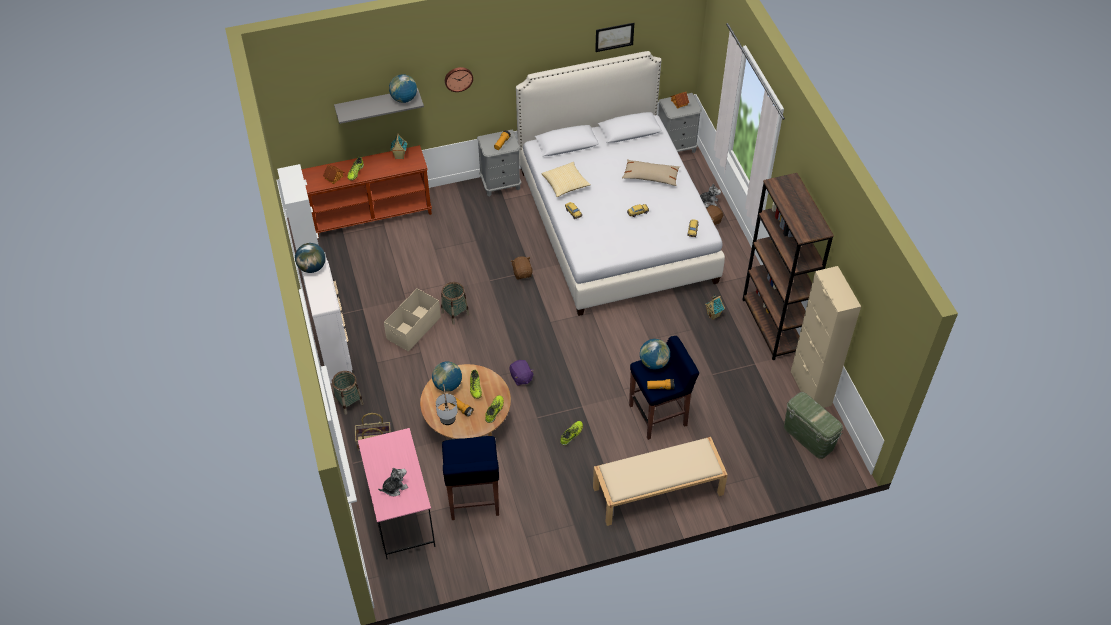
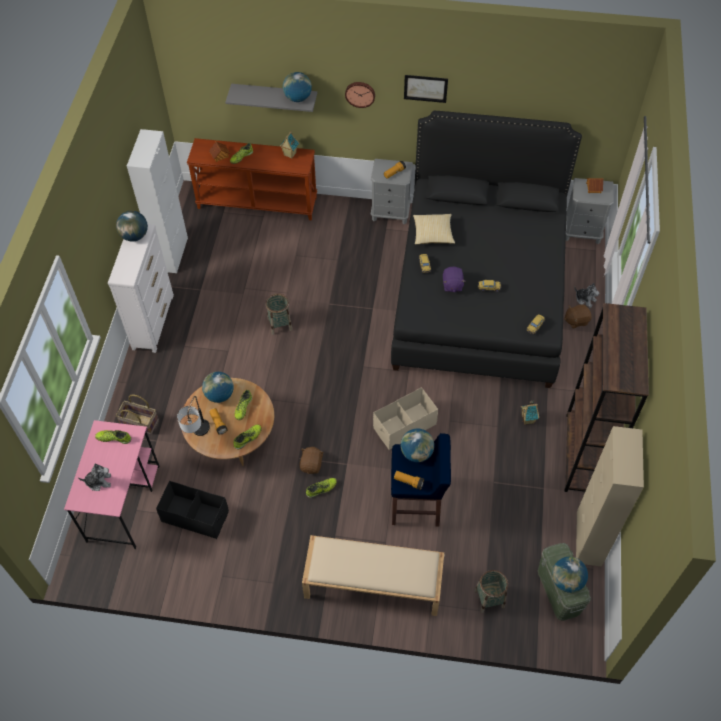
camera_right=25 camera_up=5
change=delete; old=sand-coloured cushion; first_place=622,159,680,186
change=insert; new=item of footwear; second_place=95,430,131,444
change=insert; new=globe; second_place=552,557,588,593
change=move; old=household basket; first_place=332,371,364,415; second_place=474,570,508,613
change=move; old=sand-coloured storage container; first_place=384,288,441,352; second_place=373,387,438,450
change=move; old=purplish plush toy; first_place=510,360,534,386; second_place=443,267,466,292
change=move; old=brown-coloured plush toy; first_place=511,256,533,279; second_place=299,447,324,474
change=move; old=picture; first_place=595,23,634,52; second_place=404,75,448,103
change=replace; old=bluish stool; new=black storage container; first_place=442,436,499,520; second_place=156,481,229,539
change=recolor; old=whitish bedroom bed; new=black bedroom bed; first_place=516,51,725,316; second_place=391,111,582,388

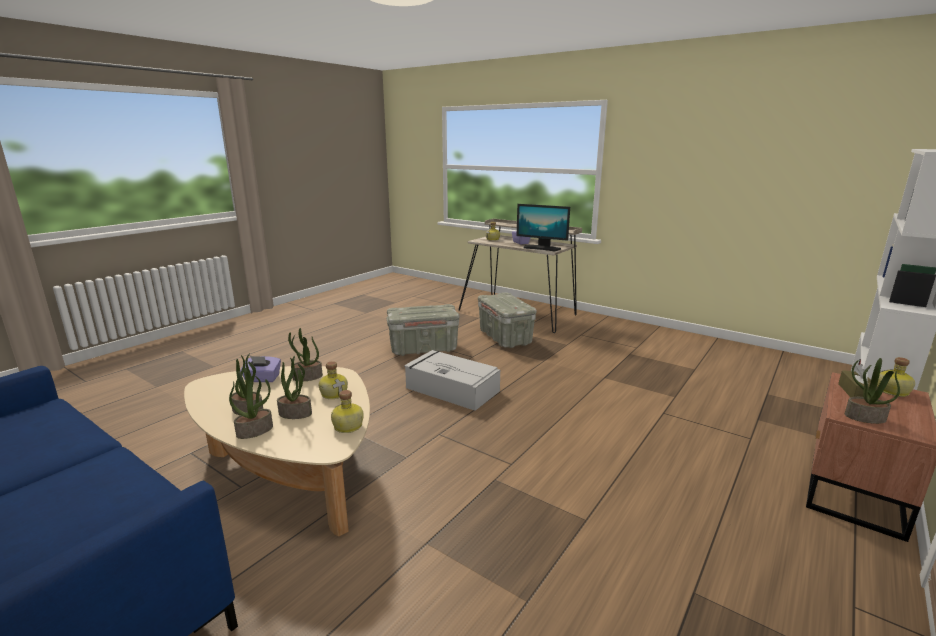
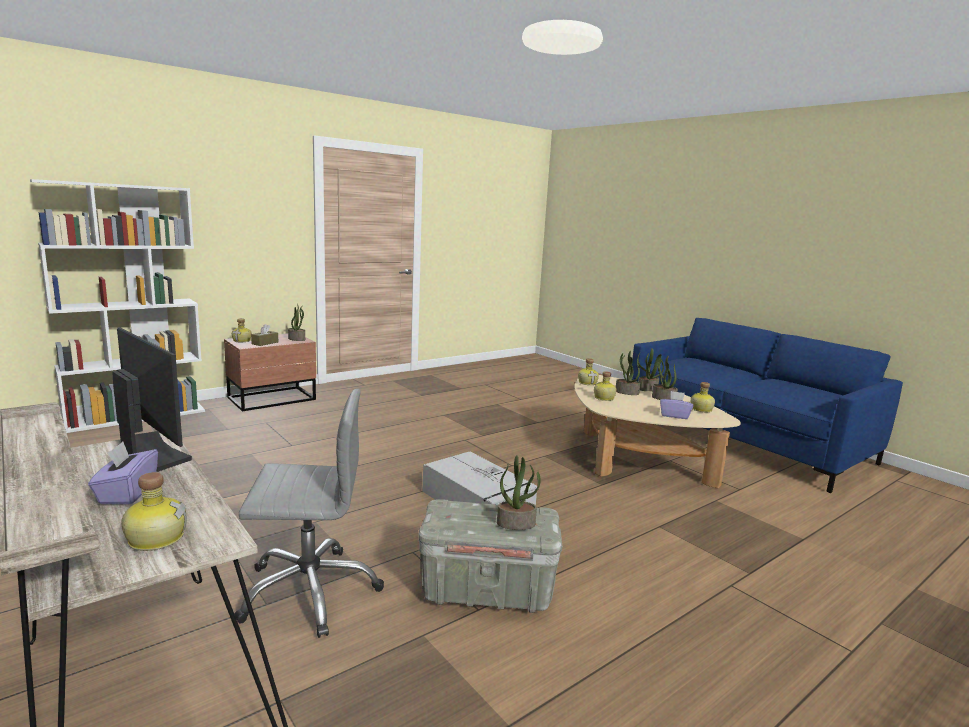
camera_right=-165 camera_up=-5
change=insert; new=drink bottle; second_place=691,382,715,412
change=move; old=plant in a pot; first_place=288,328,323,381; second_place=497,455,541,530
change=replace; old=gray storage container; new=gray computer chair; first_place=478,292,537,348; second_place=235,389,384,638

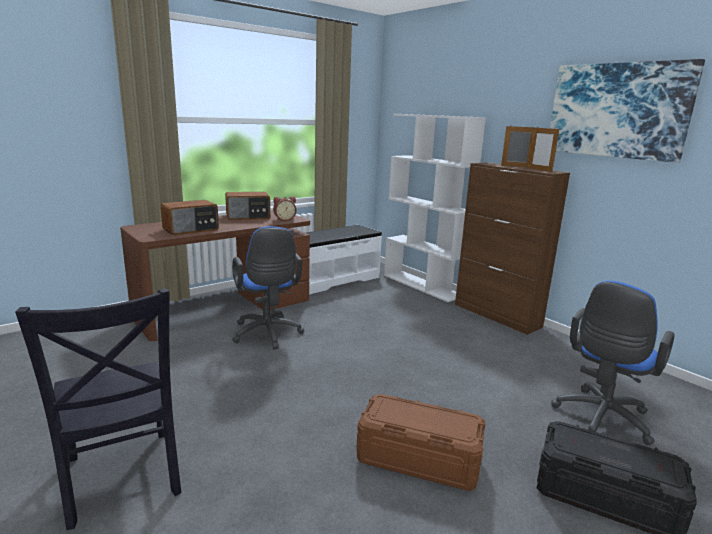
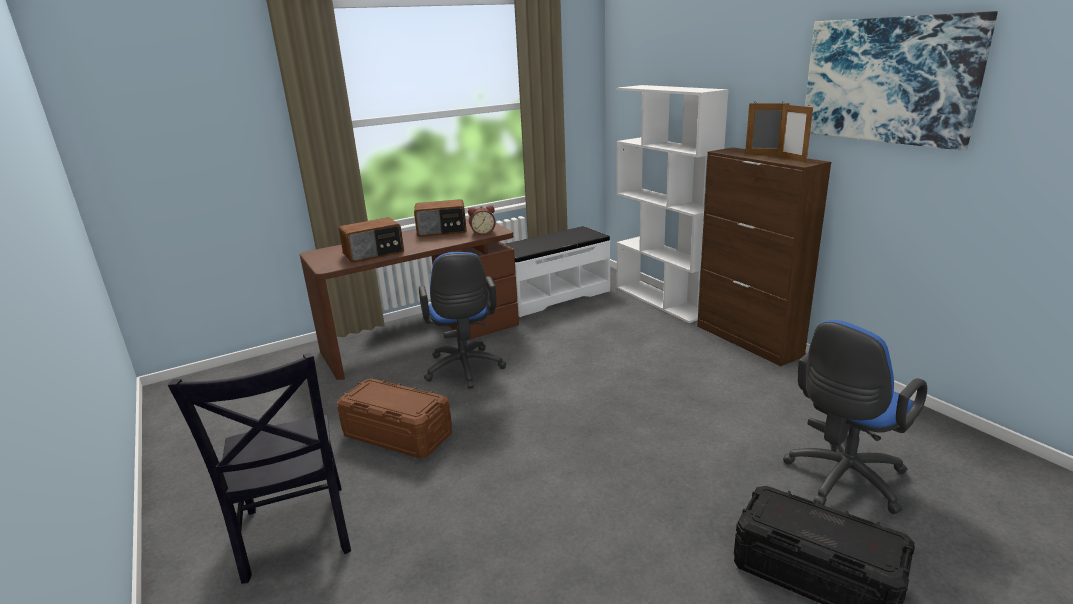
camera_right=10 camera_up=5
change=move; old=brown-coloured storage container; first_place=356,394,485,491; second_place=337,379,452,459

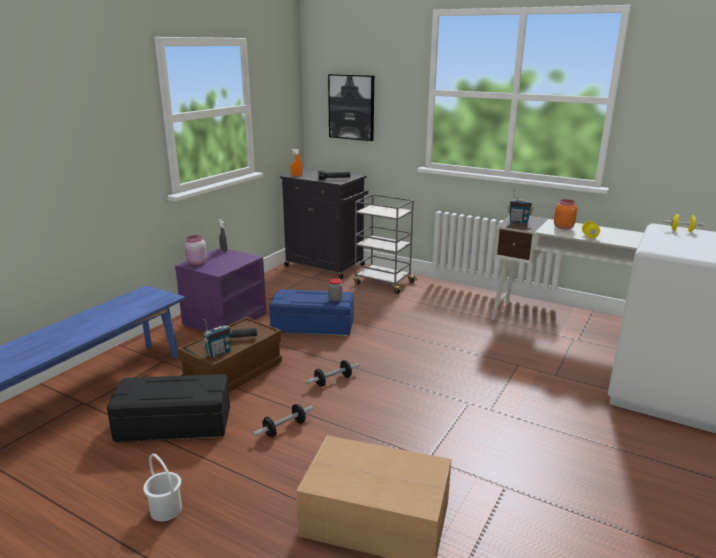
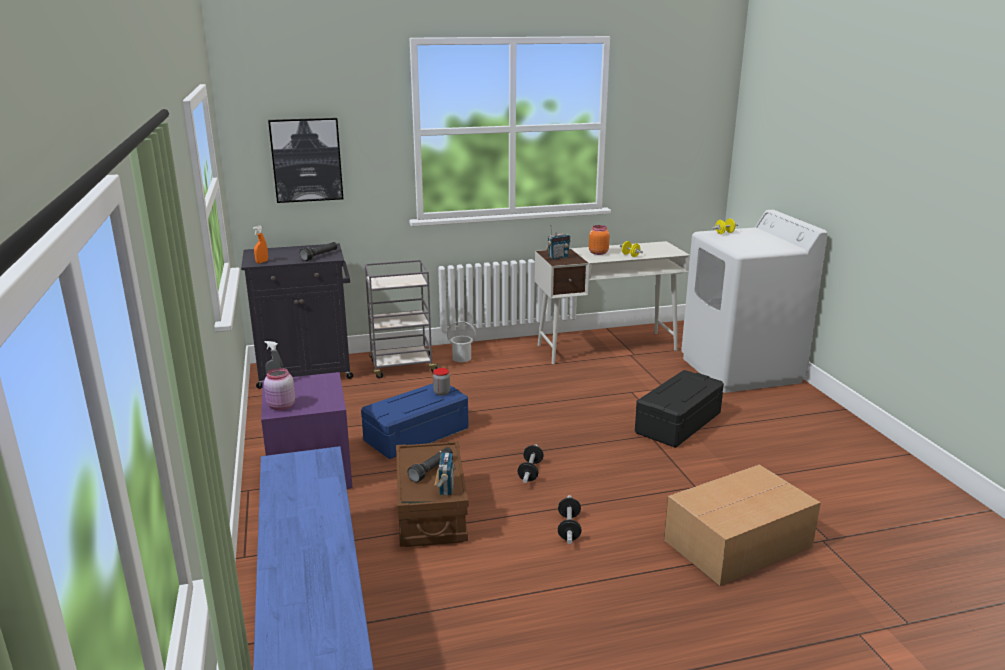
camera_right=-45 camera_up=0
change=move; old=black storage container; first_place=107,374,230,442; second_place=635,370,724,448
change=move; old=whitish water bucket; first_place=143,454,182,522; second_place=447,321,476,362

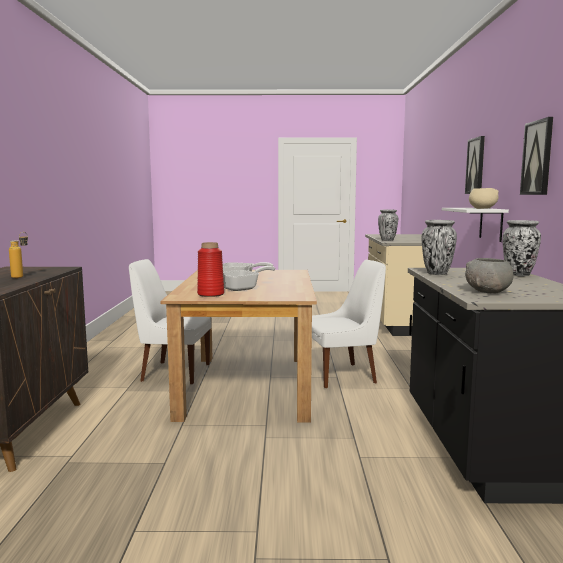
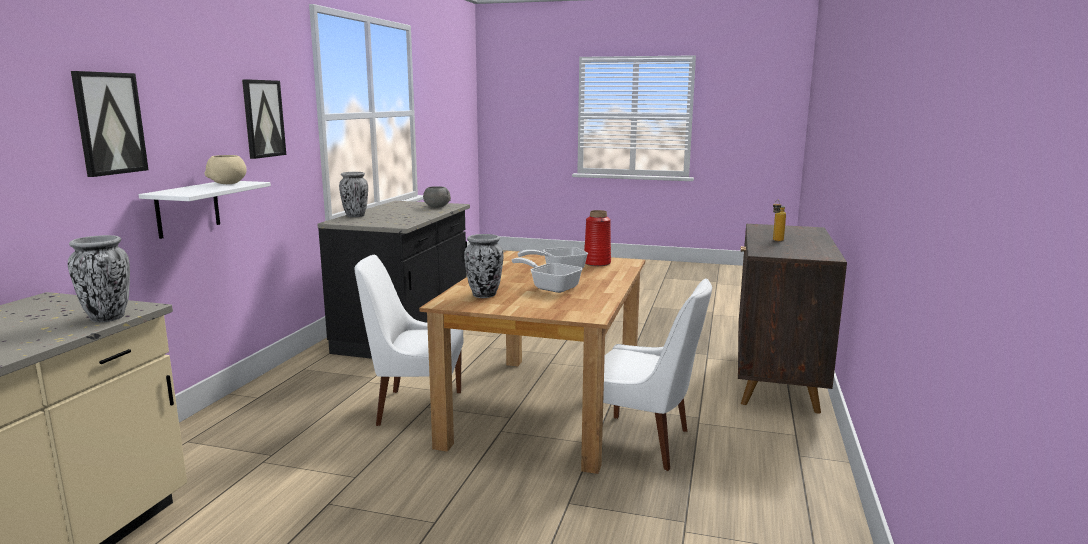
camera_right=-165 camera_up=5
change=move; old=flower vase; first_place=422,220,457,275; second_place=464,234,503,298

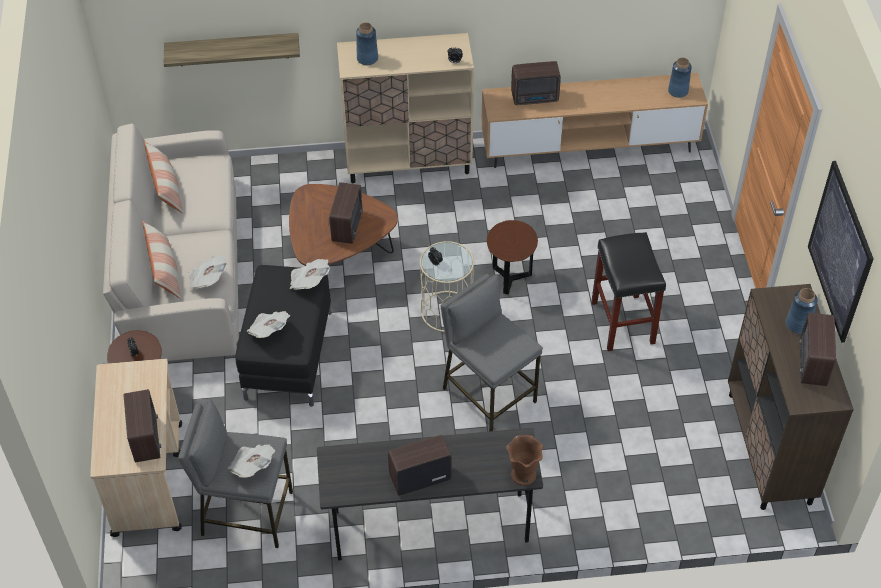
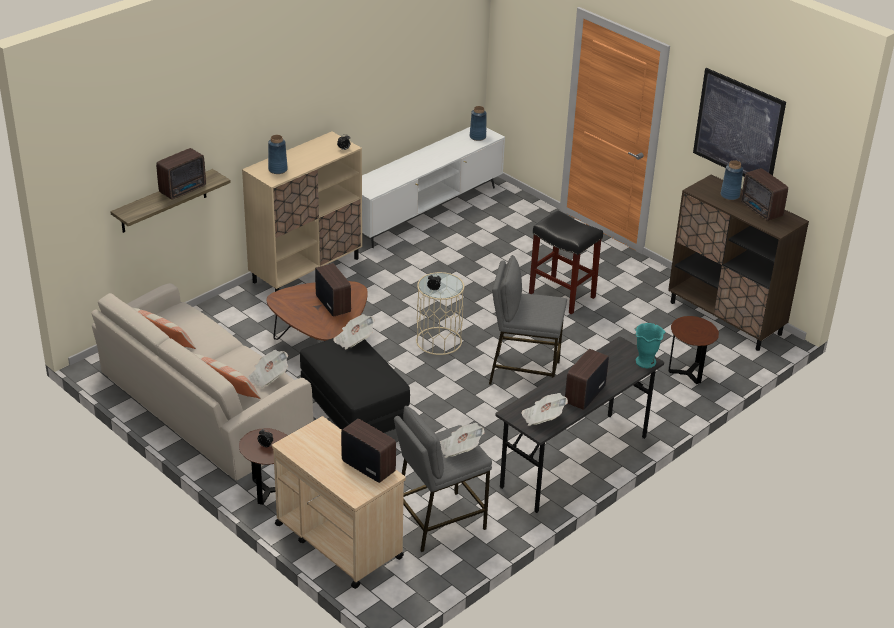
camera_right=-40 camera_up=-15
change=move; old=printed paper; first_place=246,311,290,338; second_place=521,393,568,426
change=move; old=brown-coloured end table; first_place=487,220,538,294; second_place=668,316,719,384
change=move; old=radio receiver; first_place=511,61,561,105; second_place=156,148,206,200
change=recolor; old=brown-coloured media console; new=whitish media console; first_place=481,73,708,168; second_place=362,127,505,248
change=recolor; old=brown-coloured flower vase; new=blue-green flower vase; first_place=506,435,543,486; second_place=635,323,665,368

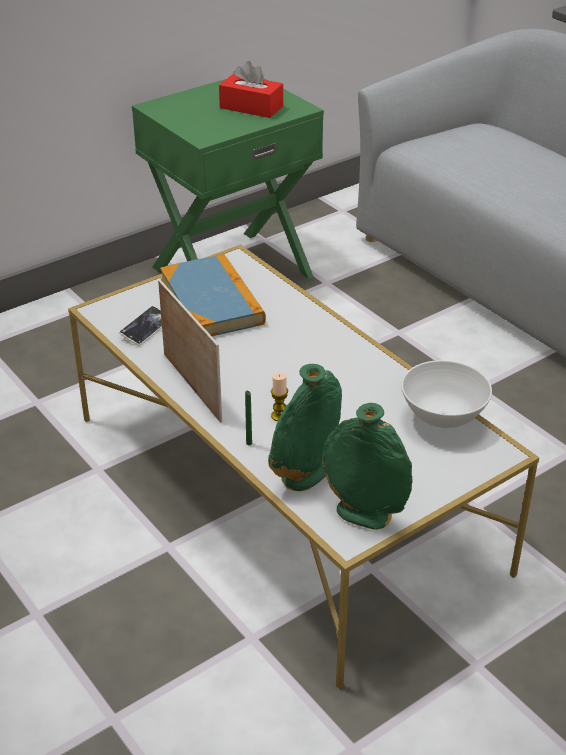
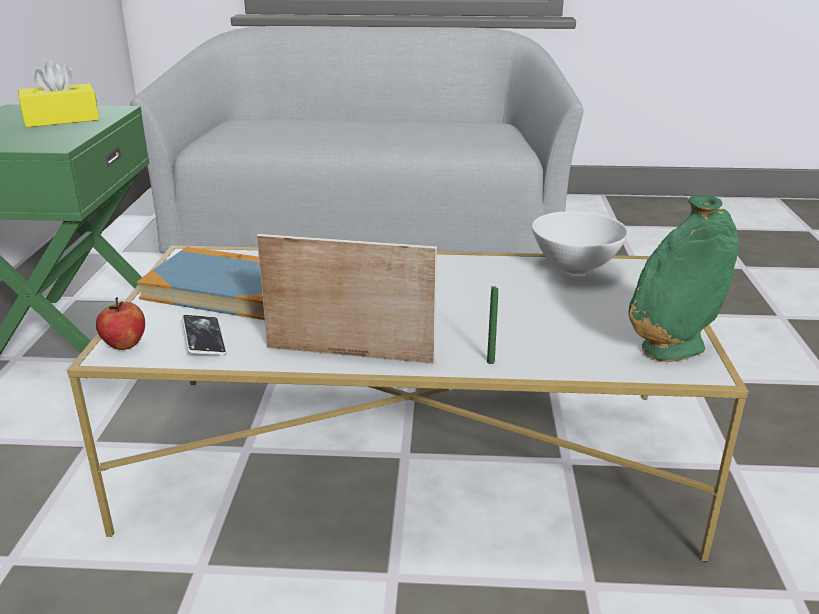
camera_right=-50 camera_up=-10
change=delete; old=green-coloured flower vase; first_place=268,364,342,491
change=delete; old=wax light; first_place=271,372,288,421
change=insert; new=apple; second_place=96,297,145,350
change=recolor; old=red-coloured tissue box; new=yellow tissue box; first_place=219,61,283,118; second_place=18,60,99,128

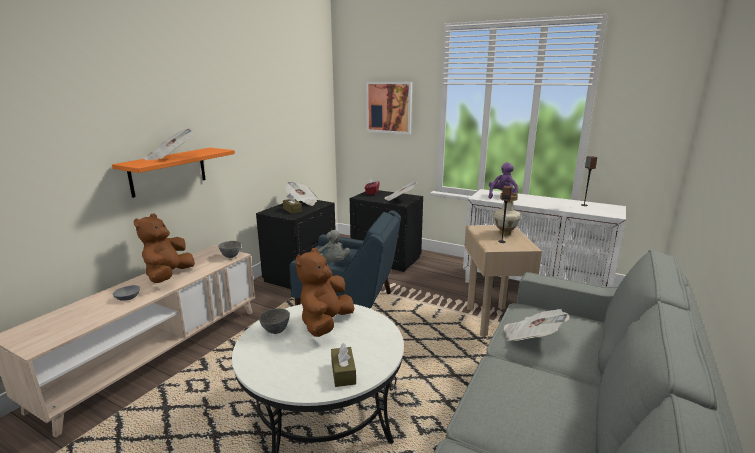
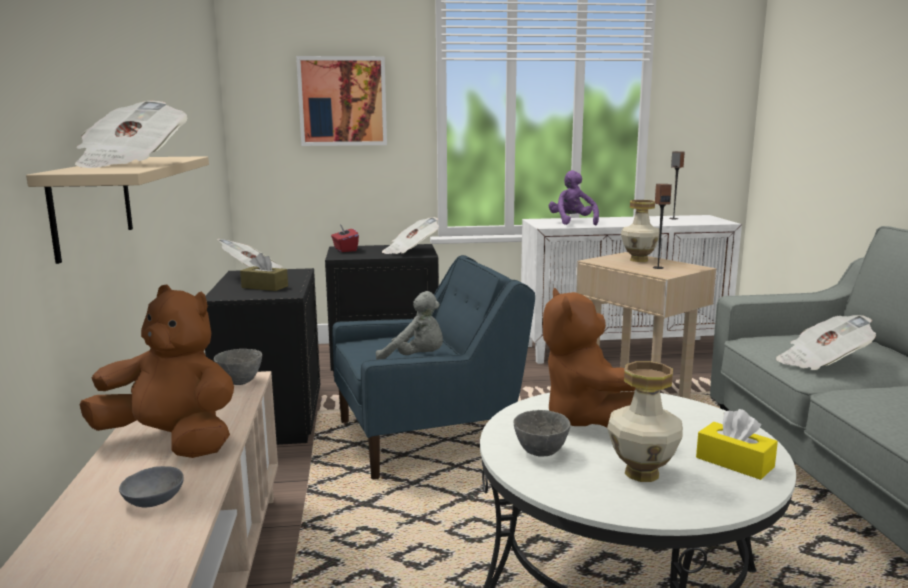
camera_right=-35 camera_up=-5
change=insert; new=flower vase; second_place=607,361,683,482
change=recolor; old=orange-coloured bracket shelf; new=sand-coloured bracket shelf; first_place=112,148,235,198; second_place=26,156,209,264
change=recolor; old=brown-coloured tissue box; new=yellow tissue box; first_place=331,343,356,387; second_place=696,409,778,480
change=rotate; old=brown-coloured plush toy; first_place=134,213,195,283; second_place=79,285,234,458; degrees=135

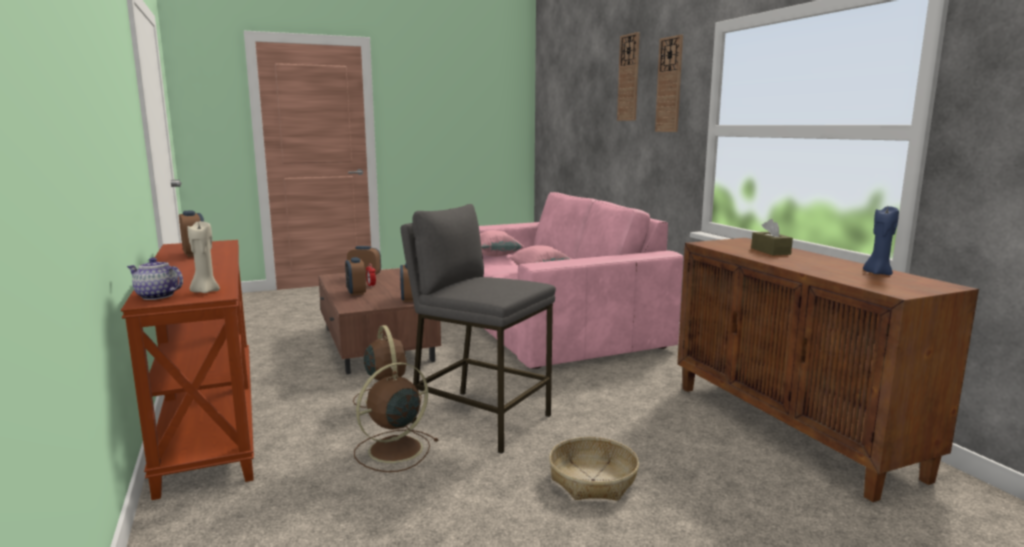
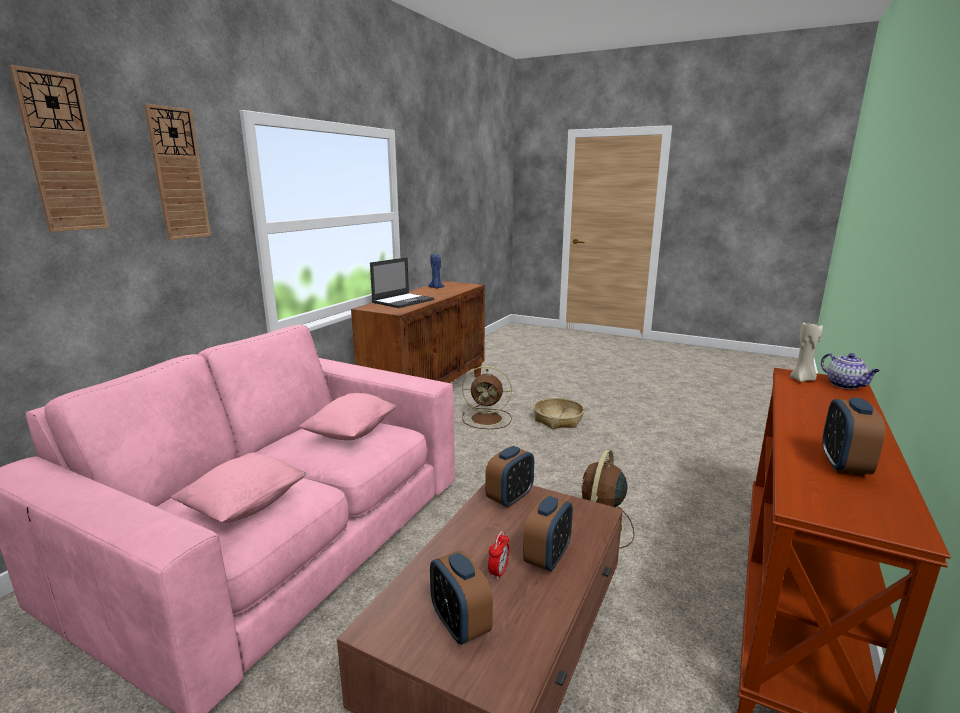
camera_right=-130 camera_up=5
change=delete; old=gray stool; first_place=400,204,556,454
change=move; old=brown-coloured fan; first_place=354,362,439,472; second_place=462,366,512,429
change=replace; old=brown-coloured tissue box; new=portable computer; first_place=751,219,793,256; second_place=370,257,434,308

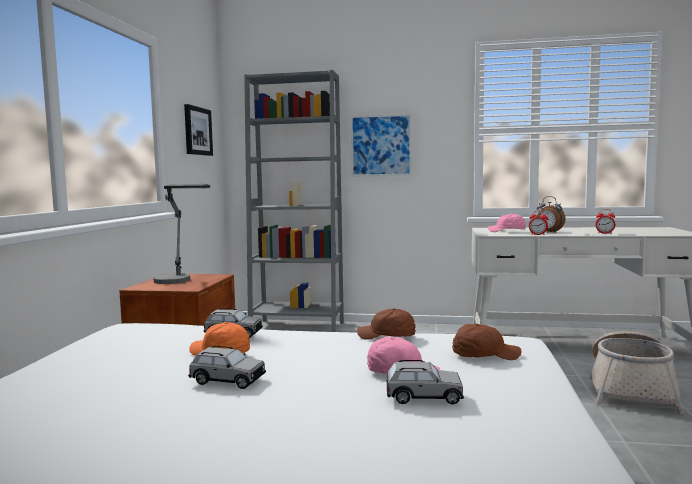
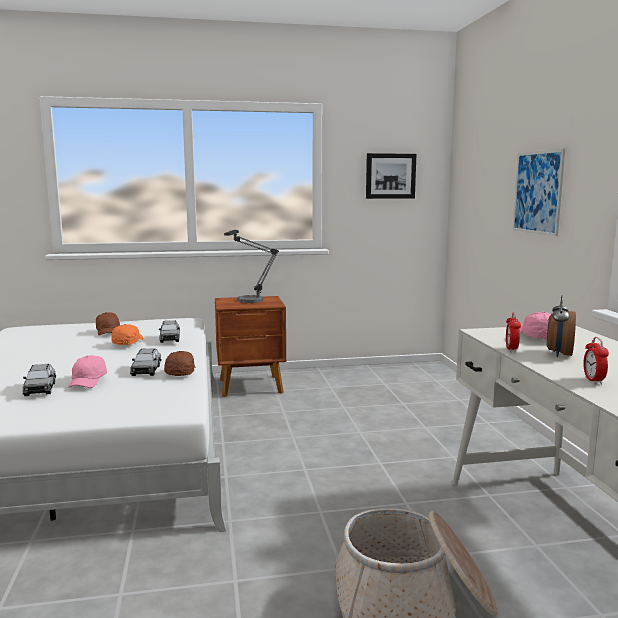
camera_right=70 camera_up=5
change=delete; old=gray bookshelf; first_place=244,70,344,332
change=move; old=gray toy car; first_place=188,346,266,389; second_place=130,348,162,376
change=move; old=brown-coloured baseball cap; first_place=452,324,522,360; second_place=96,312,120,336

